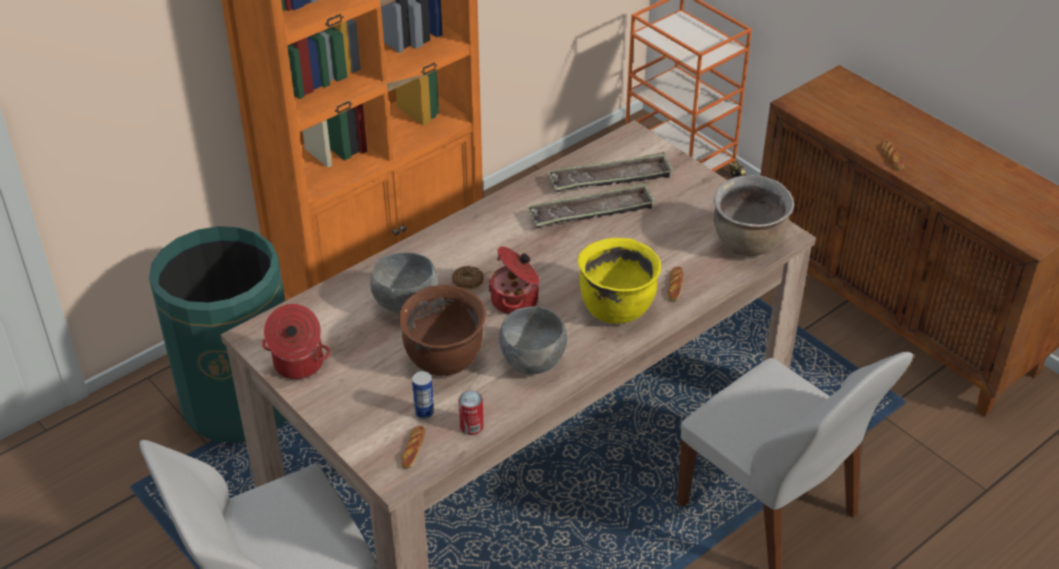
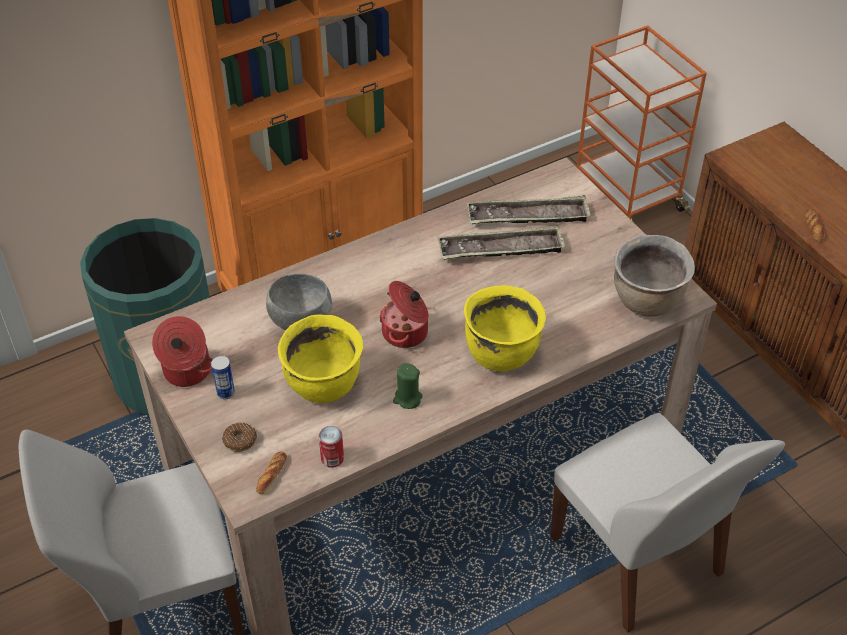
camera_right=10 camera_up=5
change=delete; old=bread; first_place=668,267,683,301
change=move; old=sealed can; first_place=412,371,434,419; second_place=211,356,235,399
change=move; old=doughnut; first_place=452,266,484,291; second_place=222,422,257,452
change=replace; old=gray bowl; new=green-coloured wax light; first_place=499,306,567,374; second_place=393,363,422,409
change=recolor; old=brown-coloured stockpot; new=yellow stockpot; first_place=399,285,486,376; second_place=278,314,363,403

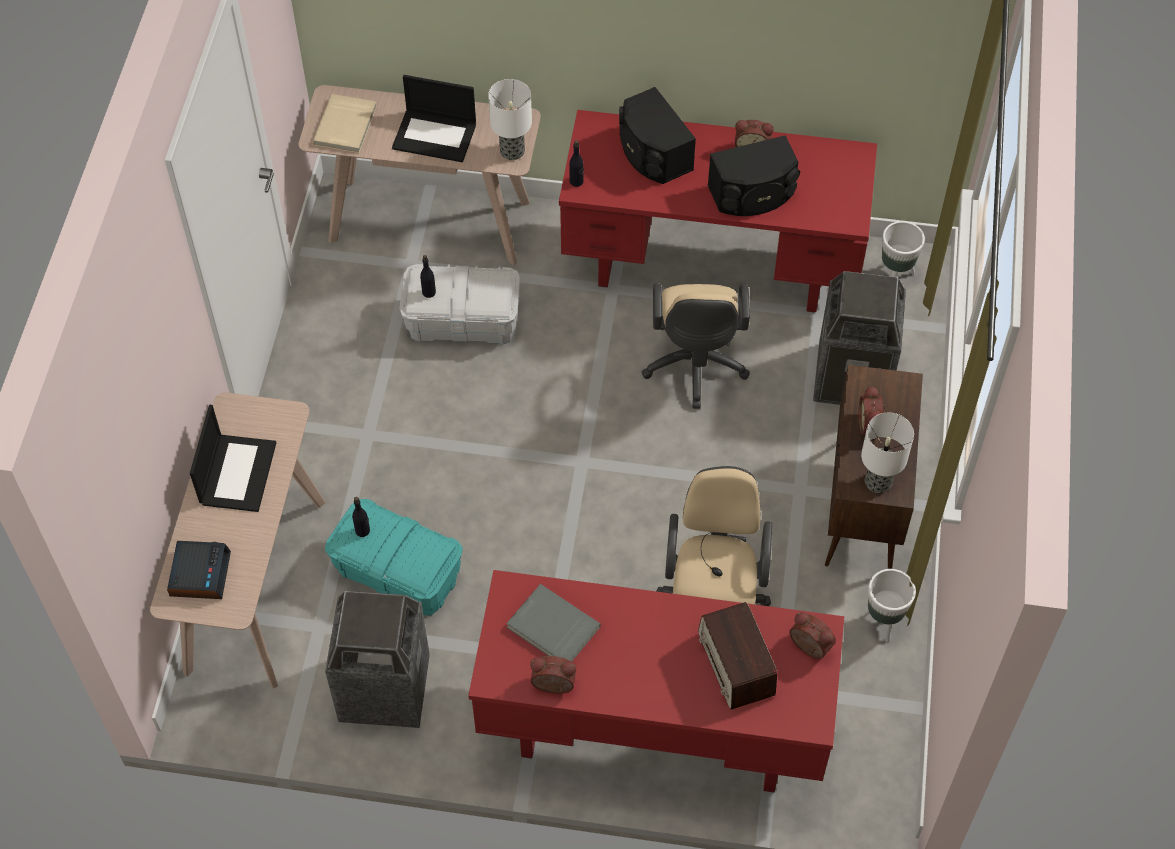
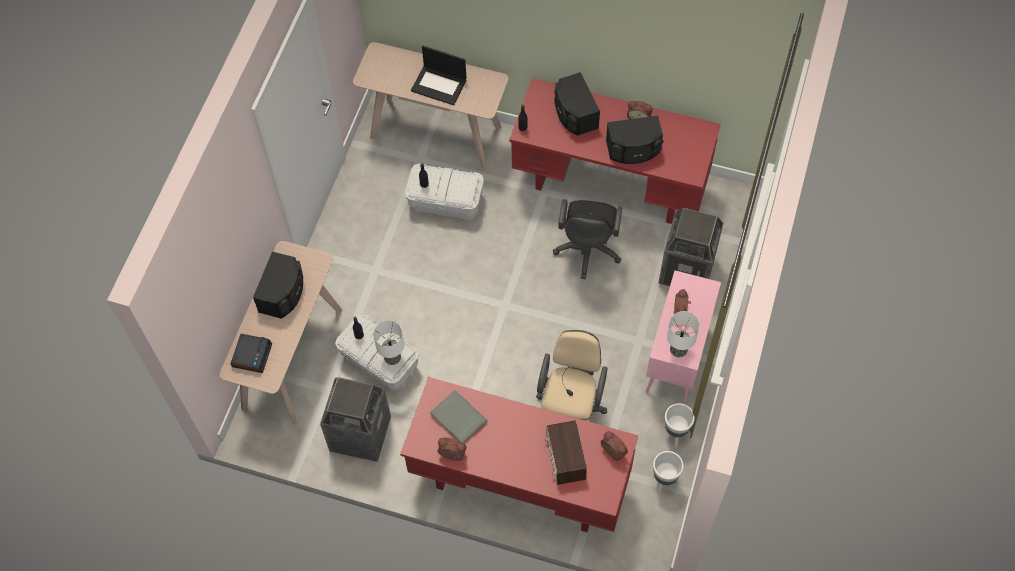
camera_right=10 camera_up=5
change=delete; old=sand-coloured bound book; first_place=313,94,377,153
change=move; old=lamp for a table; first_place=488,79,532,160; second_place=373,321,404,365
change=move; old=whitish planter; first_place=880,221,925,277; second_place=653,451,684,493
change=replace; old=portable computer; new=black audio speaker; first_place=190,405,276,512; second_place=253,252,303,319
change=recolor; old=blue-green storage container; new=whitish storage container; first_place=325,499,463,615; second_place=335,314,419,392
change=recolor; old=sand-coloured computer chair; new=black computer chair; first_place=642,283,750,409; second_place=553,199,622,279
change=recolor; old=brown-coloured storage cabinet; new=pink-coloured storage cabinet; first_place=825,365,923,569; second_place=646,270,721,404

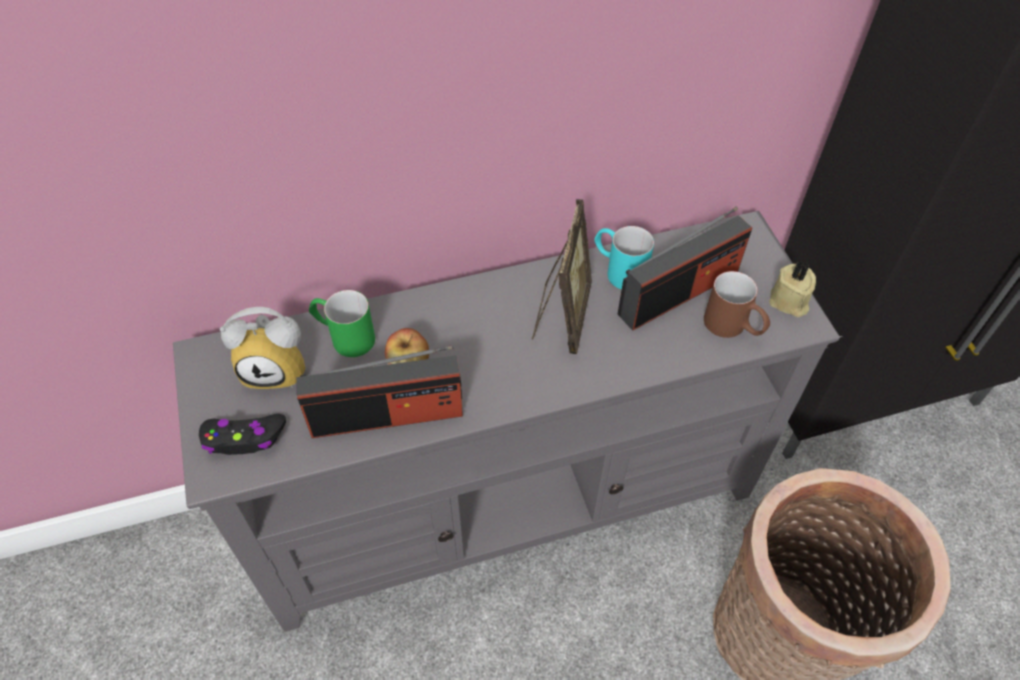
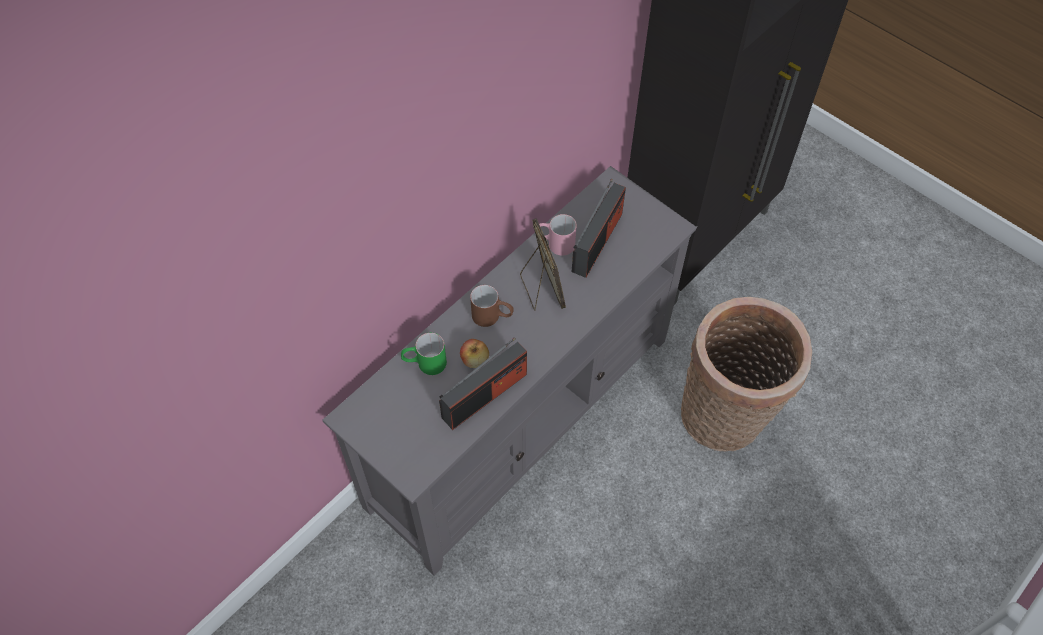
camera_right=-30 camera_up=5
change=delete; old=black joypad; first_place=199,414,286,455
change=delete; old=bedside clock; first_place=220,307,306,389
change=delete; old=sand-coloured wax light; first_place=769,261,816,317
change=move; old=brown-coloured coffee mug; first_place=704,271,770,338; second_place=470,285,514,327
change=recolor; old=blue-green coffee mug; new=pink-coloured coffee mug; first_place=594,226,654,289; second_place=539,214,577,256

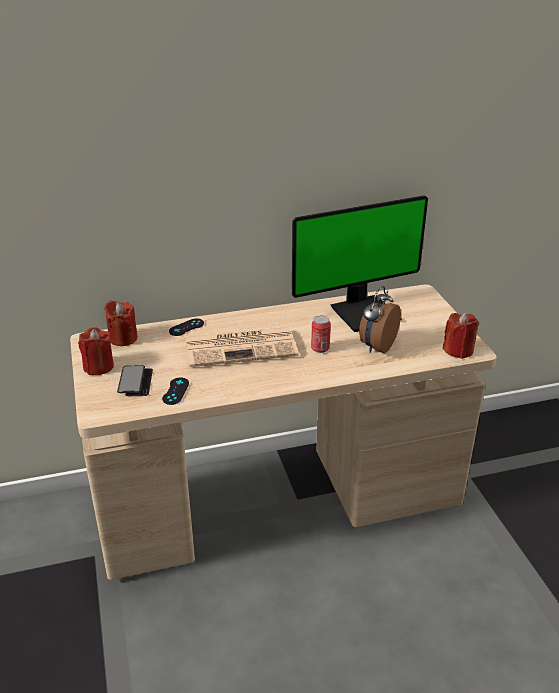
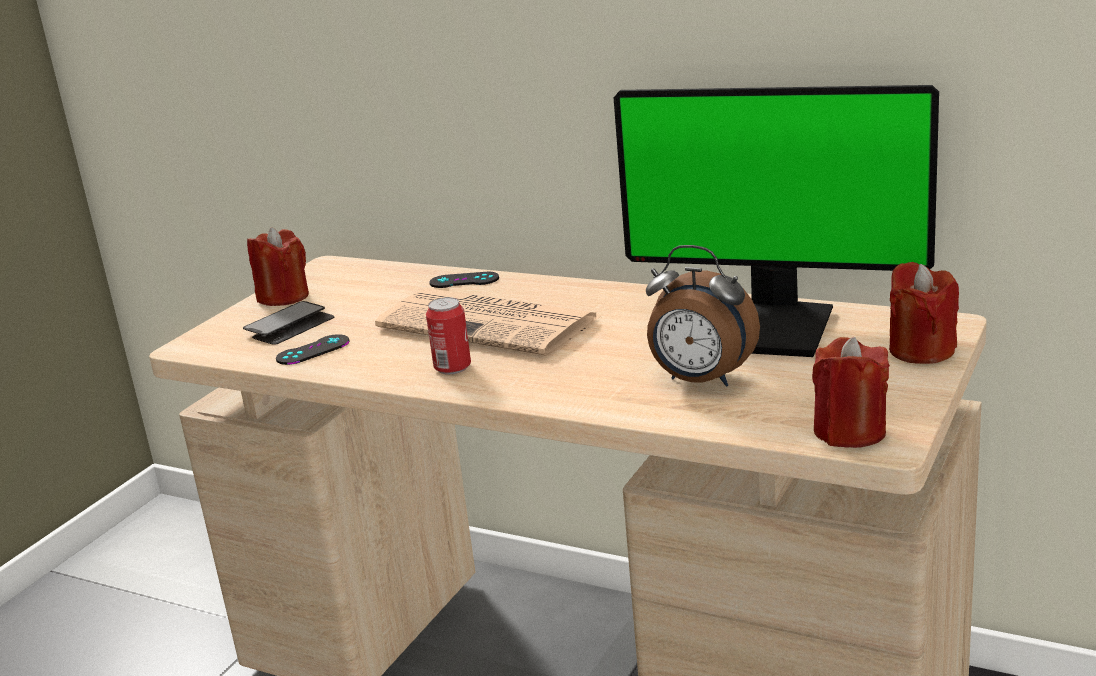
camera_right=45 camera_up=-10
change=move; old=red-coloured wax light; first_place=104,301,138,346; second_place=889,262,959,364
change=move; old=sealed can; first_place=311,316,331,353; second_place=426,297,471,374
change=rotate; old=bedside clock; first_place=359,286,401,353; second_place=646,245,760,387; degrees=-135

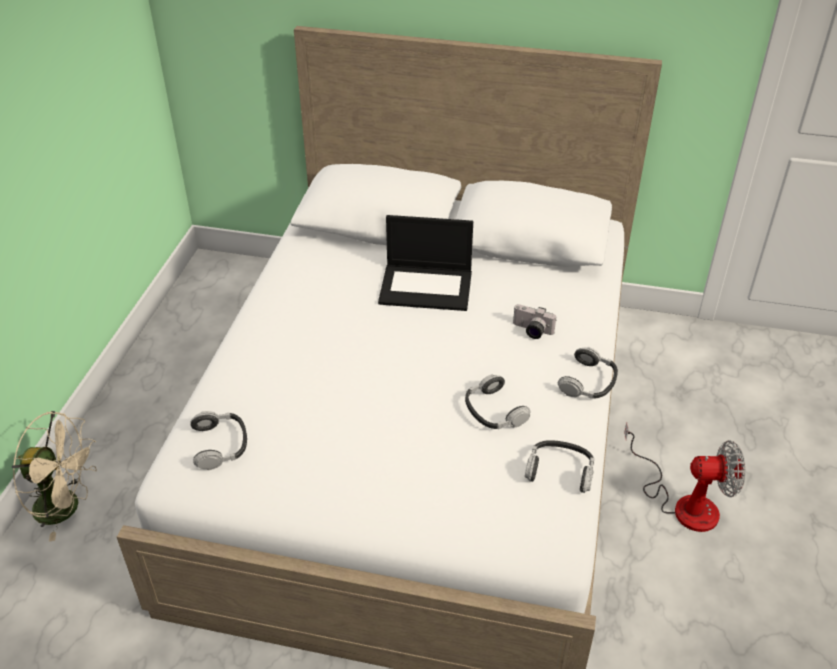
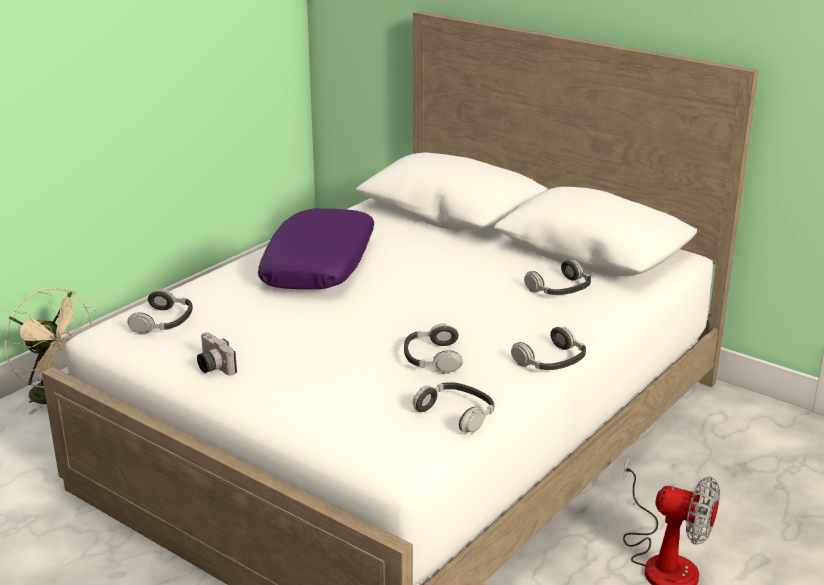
camera_right=25 camera_up=-15
change=delete; old=portable computer; first_place=378,215,473,311
change=insert; new=purplish cushion; second_place=258,208,374,289
change=insert; new=pair of headphones; second_place=524,260,591,295
change=move; old=photo camera; first_place=513,304,556,339; second_place=197,332,237,375

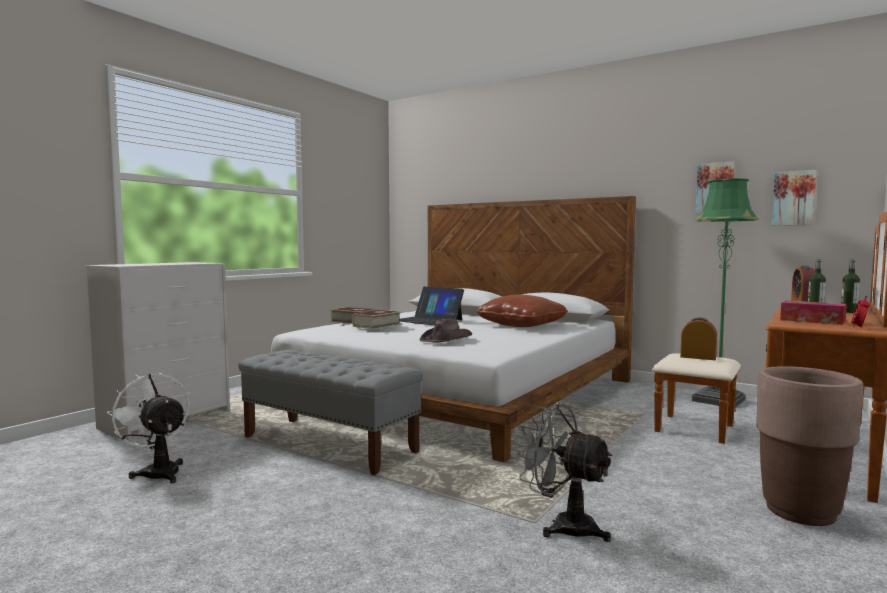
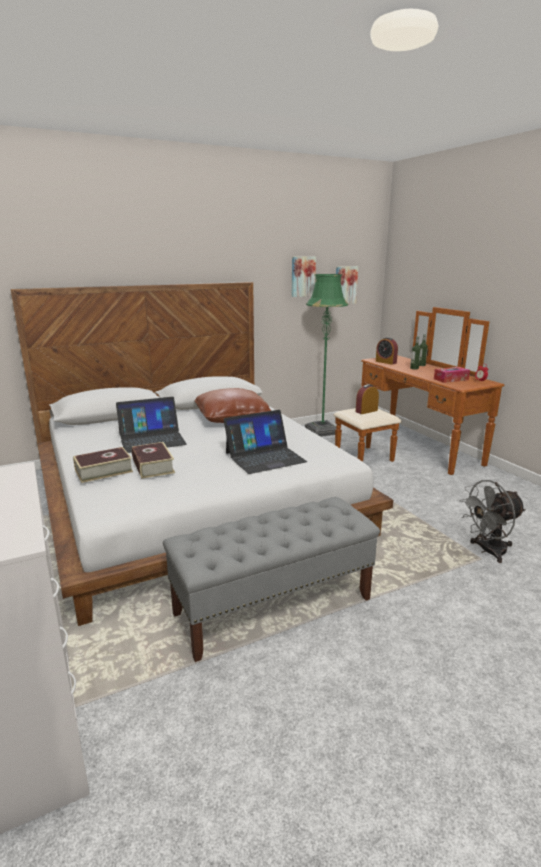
camera_right=-60 camera_up=15
change=delete; old=whitish fan; first_place=107,372,190,483
change=delete; old=brown-coloured planter; first_place=756,366,863,526
change=replace; old=brown-coloured wearable hat; new=portable computer; first_place=420,319,472,343; second_place=223,410,307,474

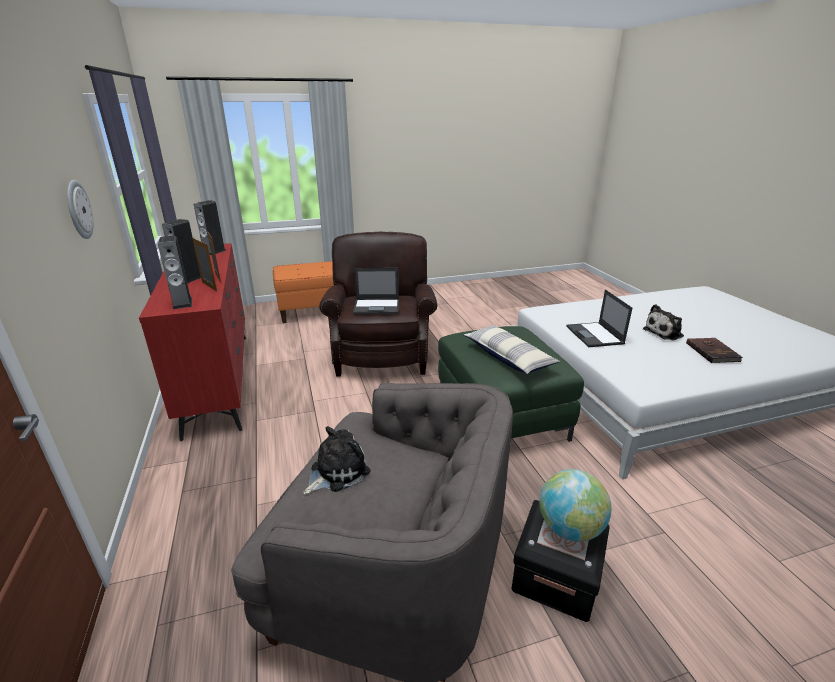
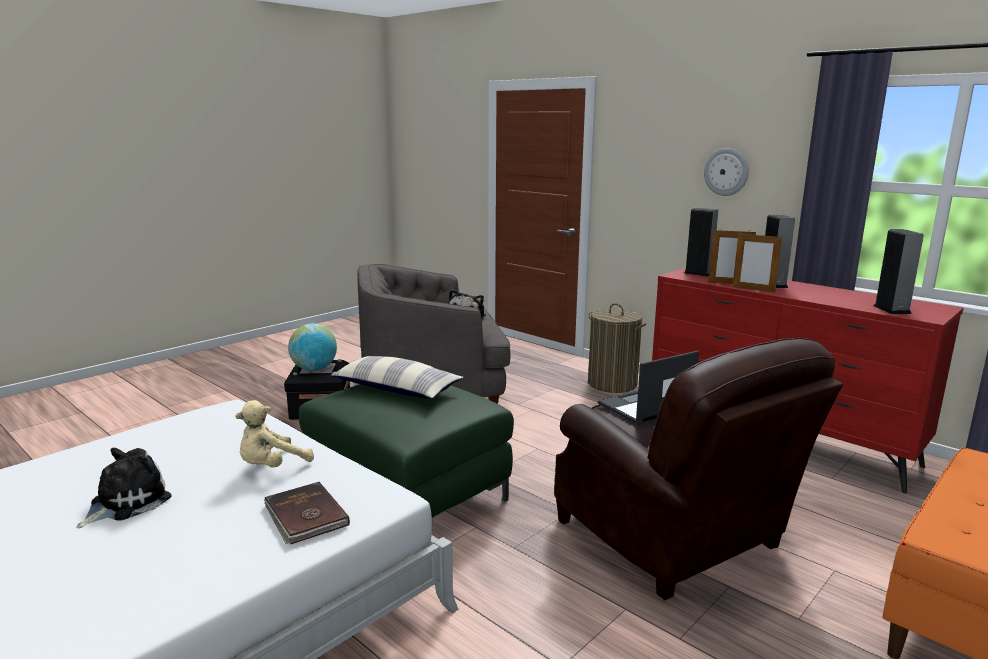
camera_right=150 camera_up=-10
change=insert; new=hamper; second_place=588,303,646,393
change=move; old=brown-coloured bound book; first_place=686,338,742,363; second_place=264,482,350,544
change=replace; old=portable computer; new=sand-coloured plush toy; first_place=566,290,632,347; second_place=235,400,314,468

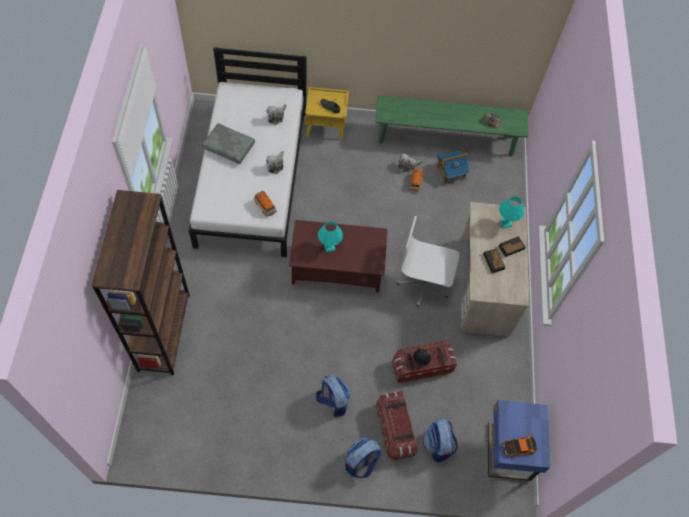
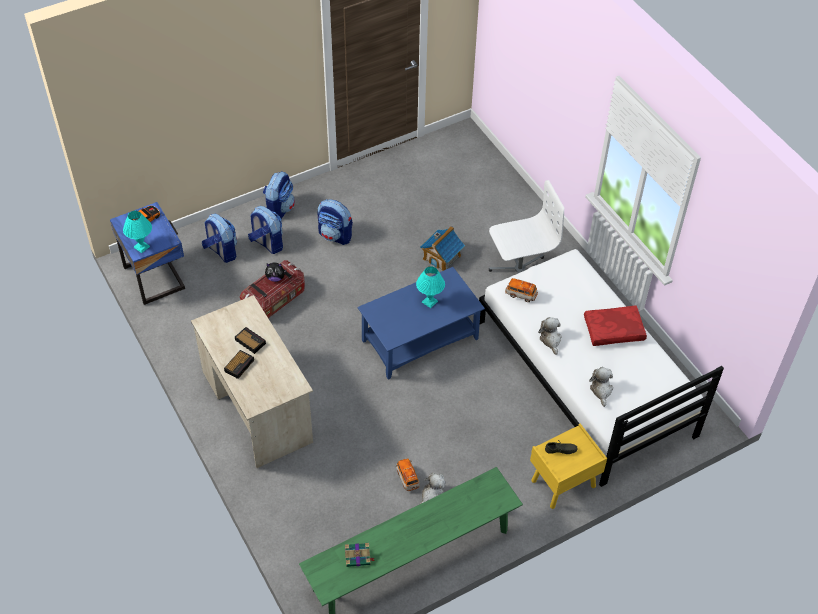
camera_right=150 camera_up=-10
change=delete; old=brown-coloured bookshelf; first_place=91,190,190,375
change=move; old=whitish computer chair; first_place=397,216,460,307; second_place=489,180,564,274
change=move; old=miniature house; first_place=437,151,470,184; second_place=420,226,465,271
change=move; old=blue-green lamp for a table; first_place=499,196,524,229; second_place=123,211,152,253
change=replace; old=storage container; new=rucksack; first_place=376,391,418,460; second_place=248,206,283,254
change=recolor; old=gray cushion; new=red-coloured cushion; first_place=202,123,255,164; second_place=584,306,647,346
change=recolor; old=brown-coloured coffee table; new=bluish coffee table; first_place=289,220,388,293; second_place=358,267,485,380

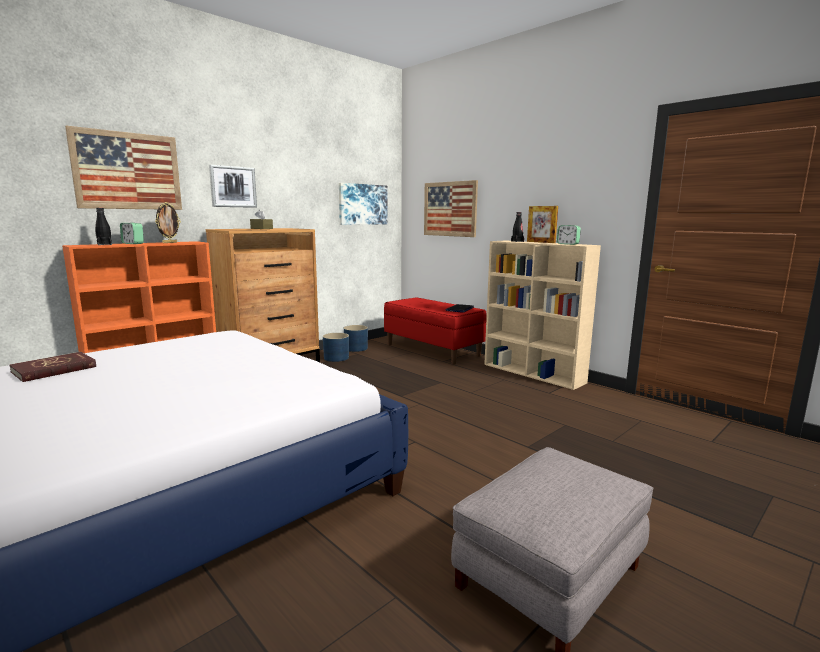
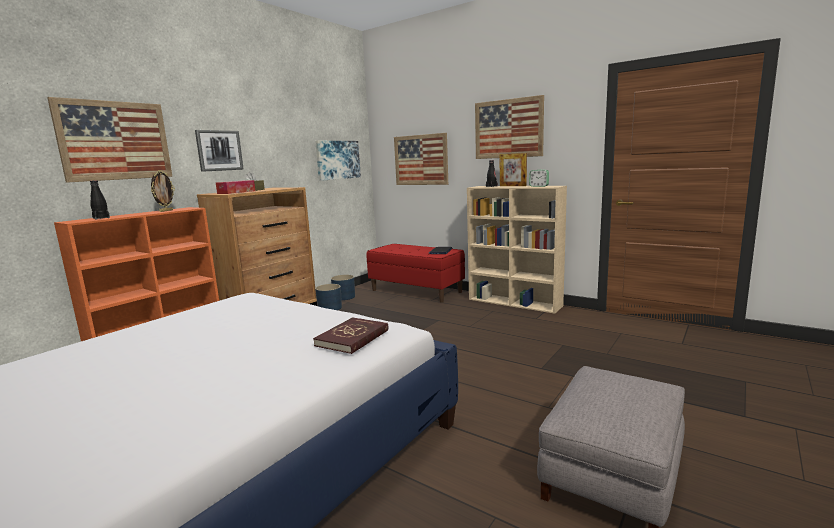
camera_right=-10 camera_up=0
change=delete; old=bedside clock; first_place=120,223,144,244
change=insert; new=tissue box; second_place=216,180,255,194
change=insert; new=picture; second_place=475,95,544,159
change=move; old=red-coloured bound book; first_place=9,352,96,382; second_place=313,317,388,354

